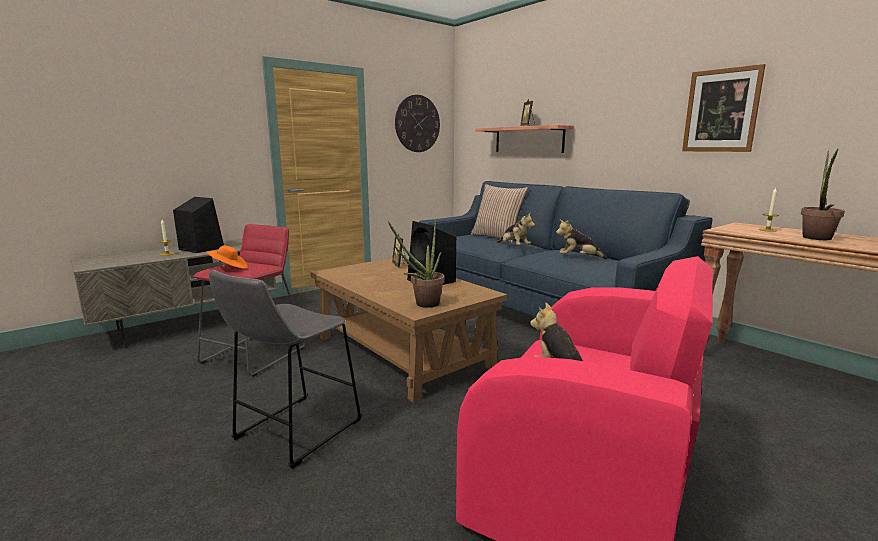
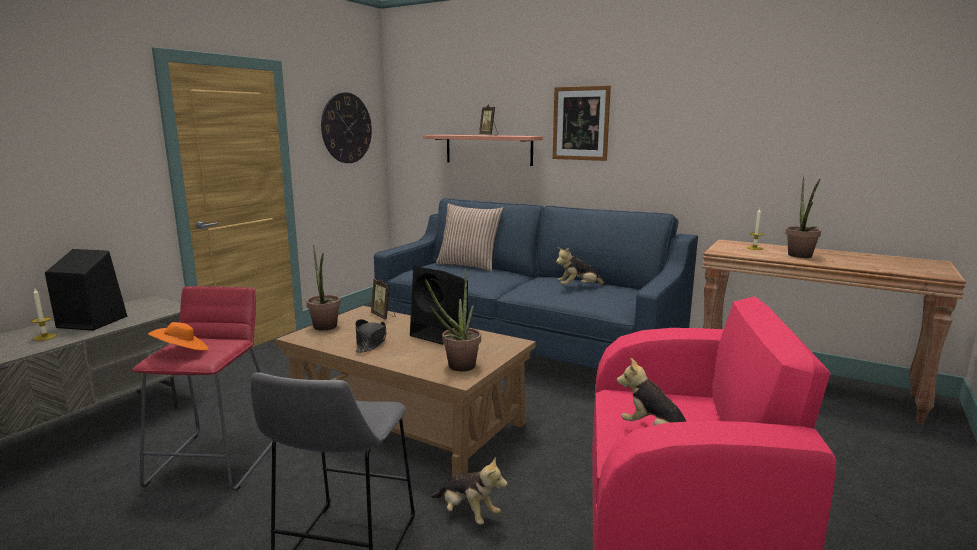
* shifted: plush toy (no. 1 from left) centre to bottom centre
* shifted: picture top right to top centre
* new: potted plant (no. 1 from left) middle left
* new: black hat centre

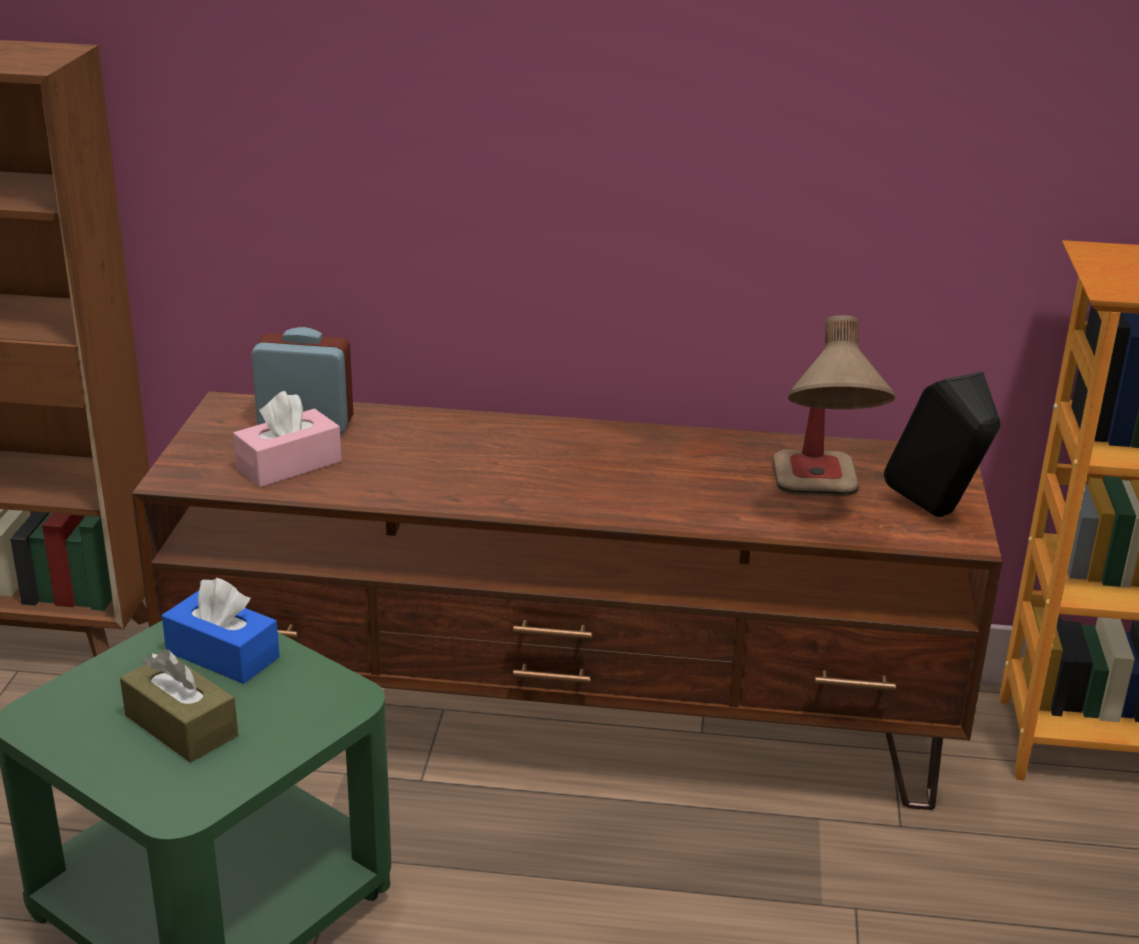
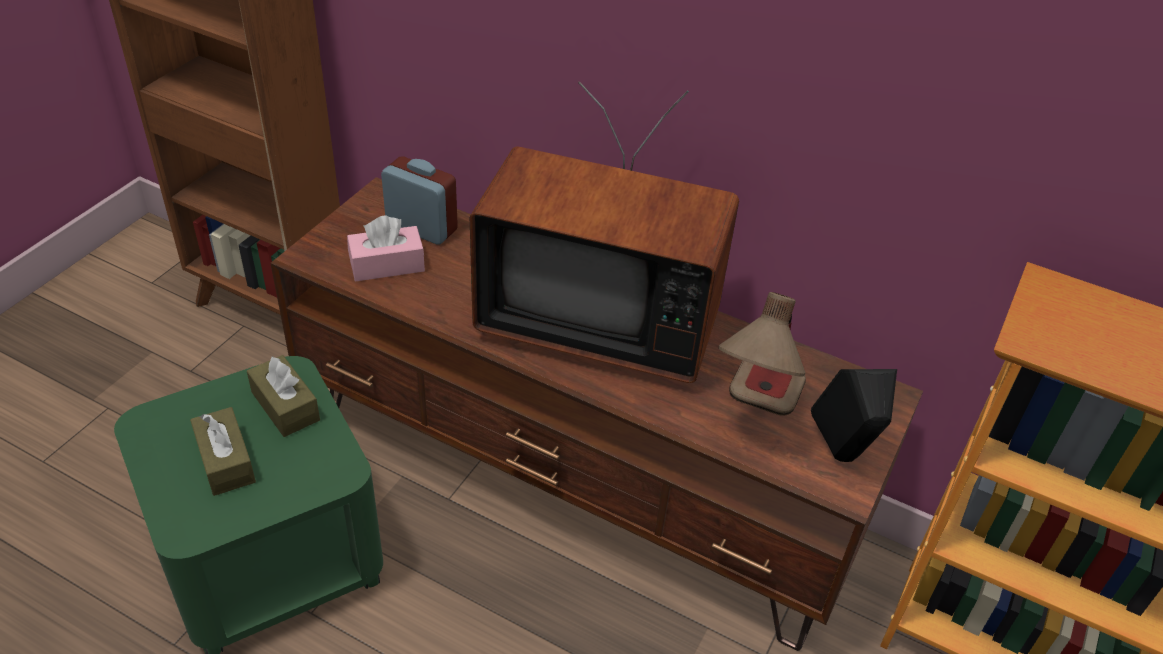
* repainted: blue tissue box bottom left to brown tissue box (no. 2 from left) middle left
* new: television centre

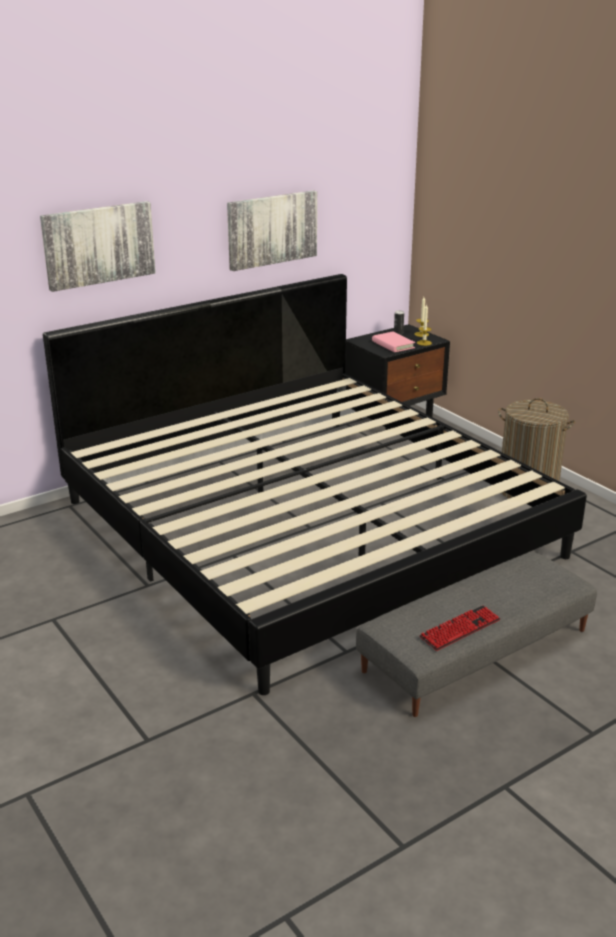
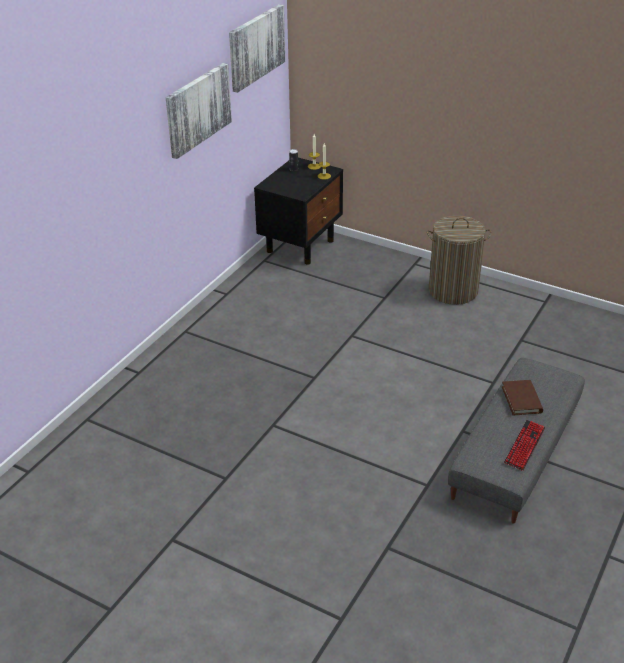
* shifted: picture (no. 1 from left in the first image) top left to picture (no. 2 from left) top centre
* gone: bed centre
* gone: pink book centre
* new: brown book middle right

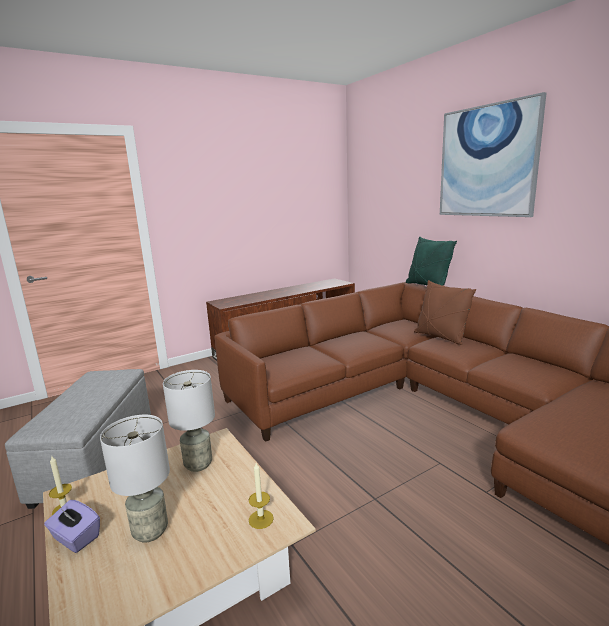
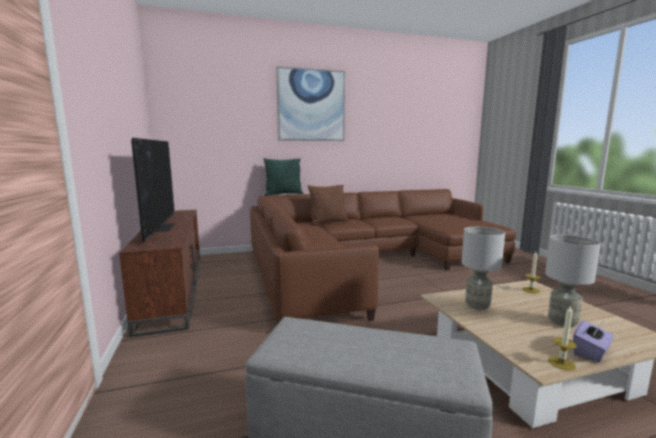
* new: television middle left

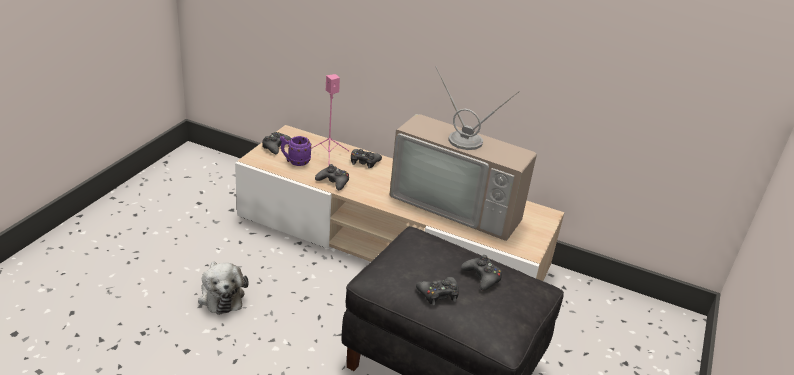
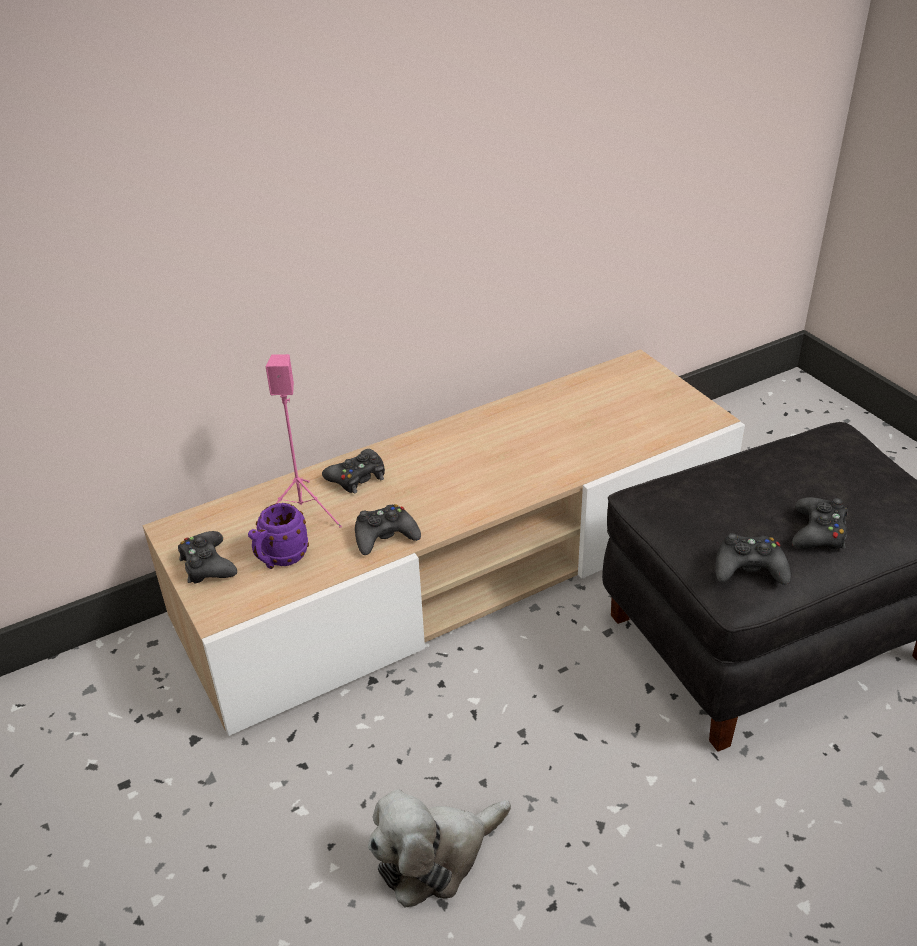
* rotated: plush toy bottom left = bottom centre 135 degrees clockwise
* gone: television centre
* shifted: black game controller (no. 5 from left in the first image) bottom centre to black game controller (no. 4 from left) middle right

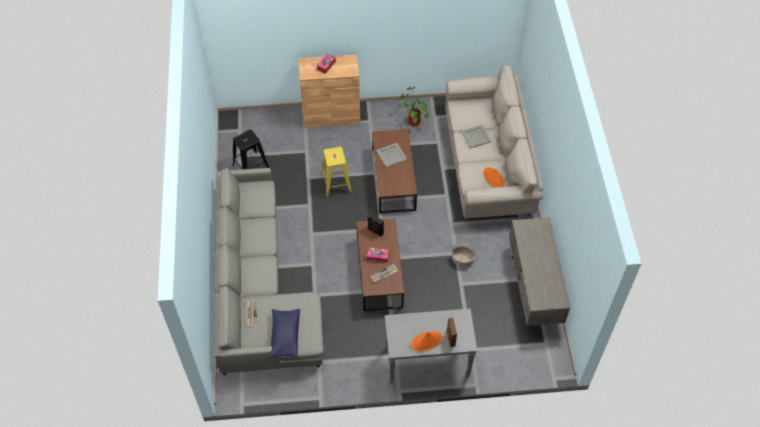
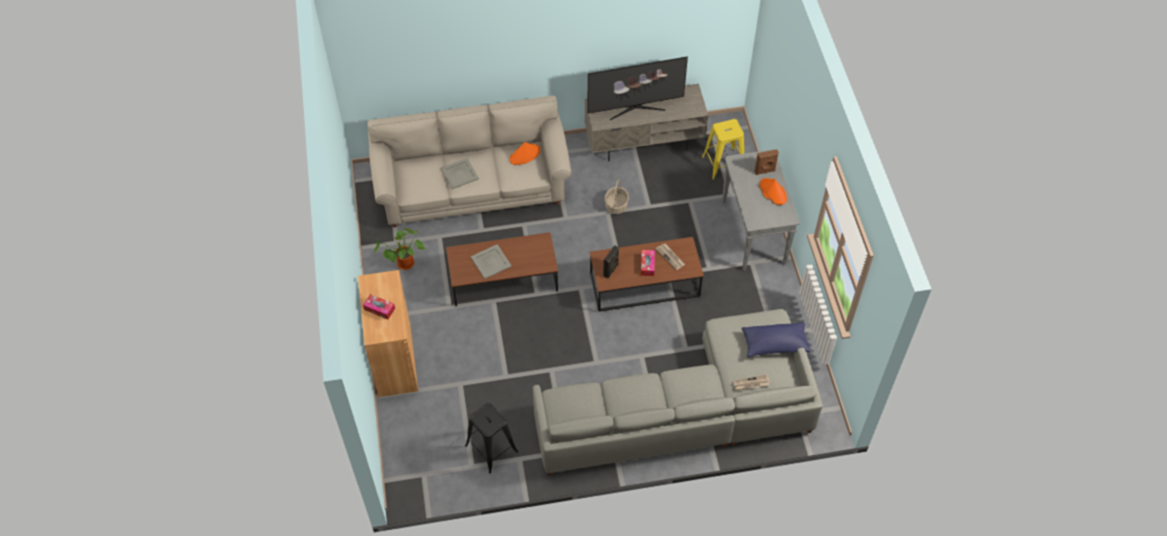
* shifted: yellow stool centre to top centre
* new: television top centre

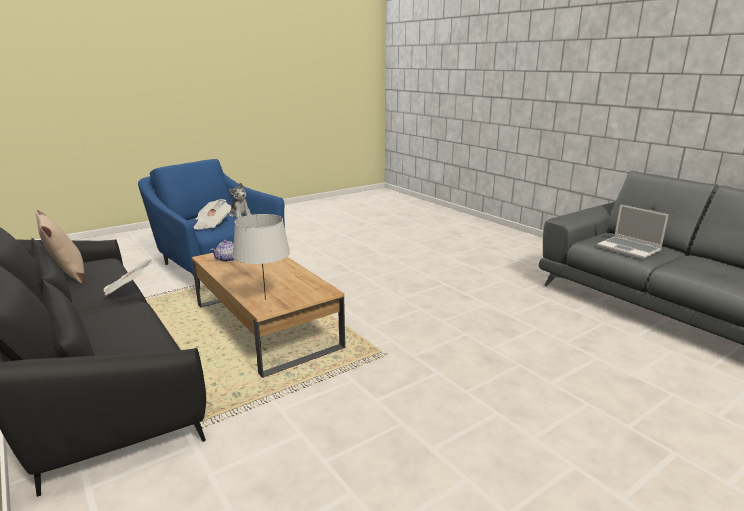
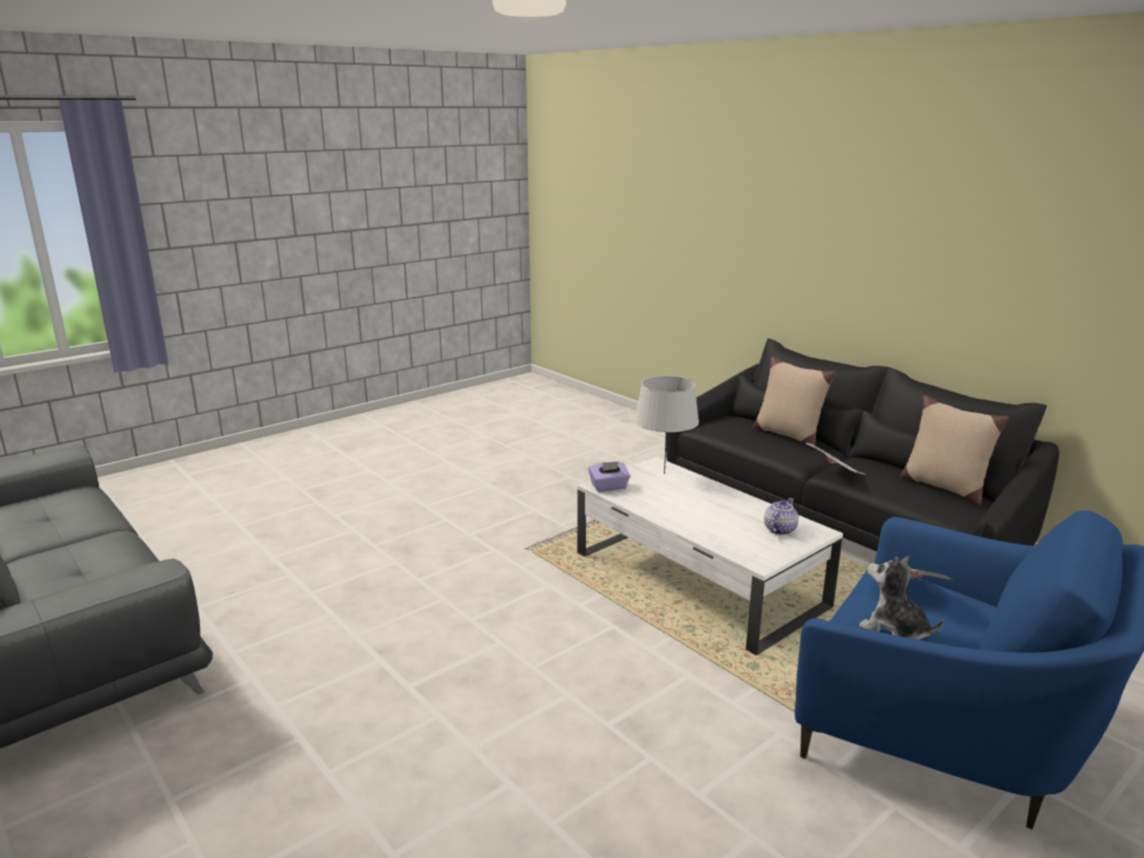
* repainted: brown coffee table centre to white coffee table centre
* gone: laptop middle right
* new: purple tissue box centre
* new: beige pillow (no. 1 from left) middle right

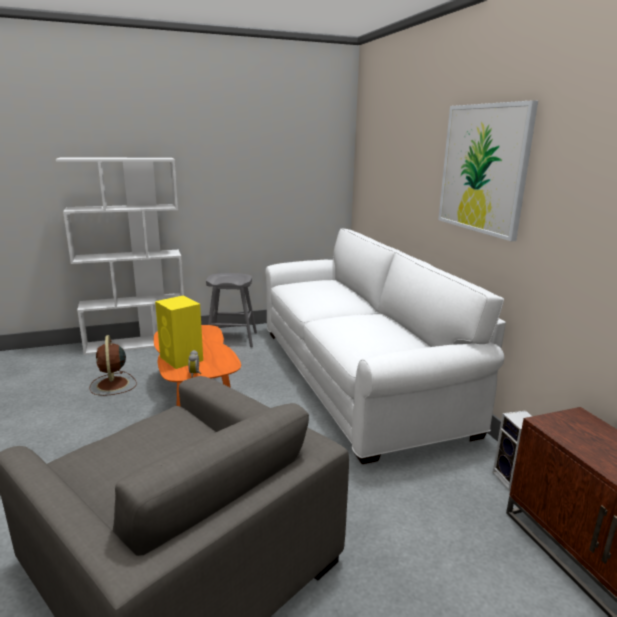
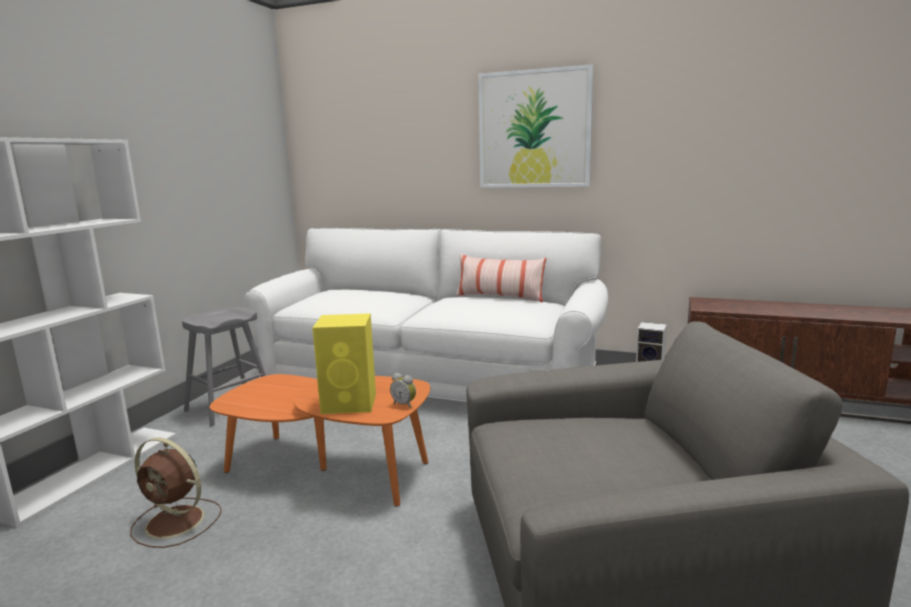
* new: pillow centre

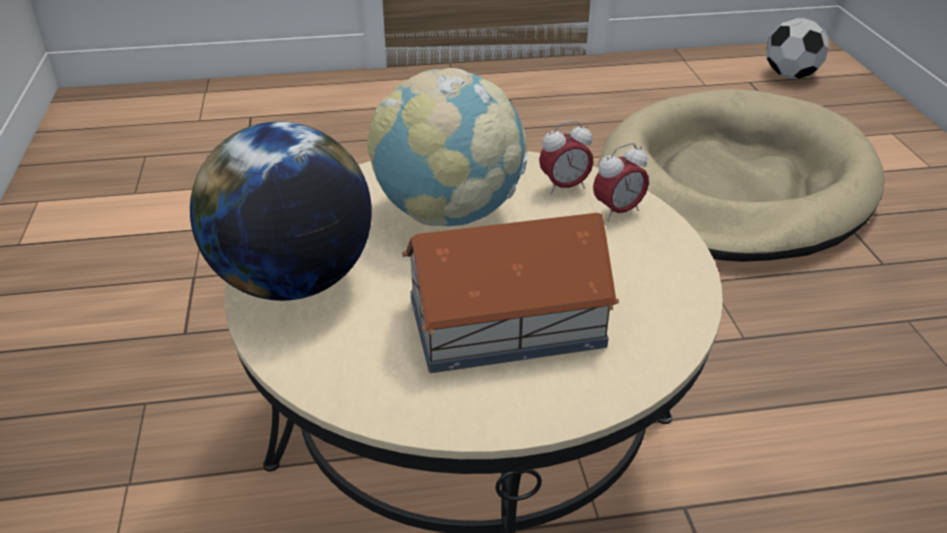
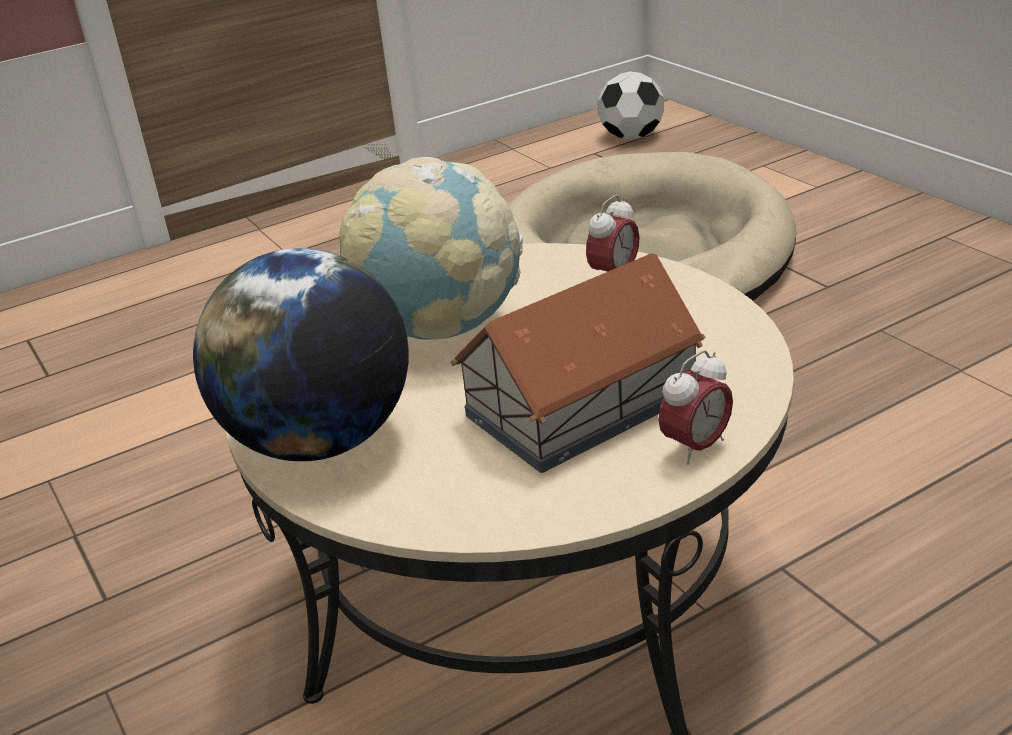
* shifted: alarm clock (no. 1 from left in the first image) top centre to alarm clock (no. 2 from left) middle right

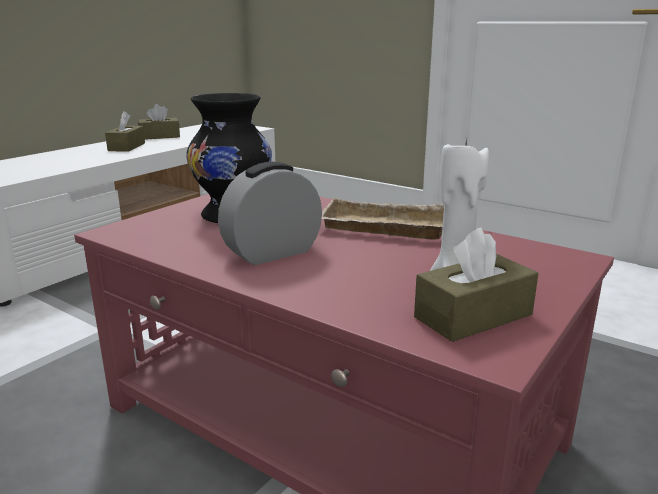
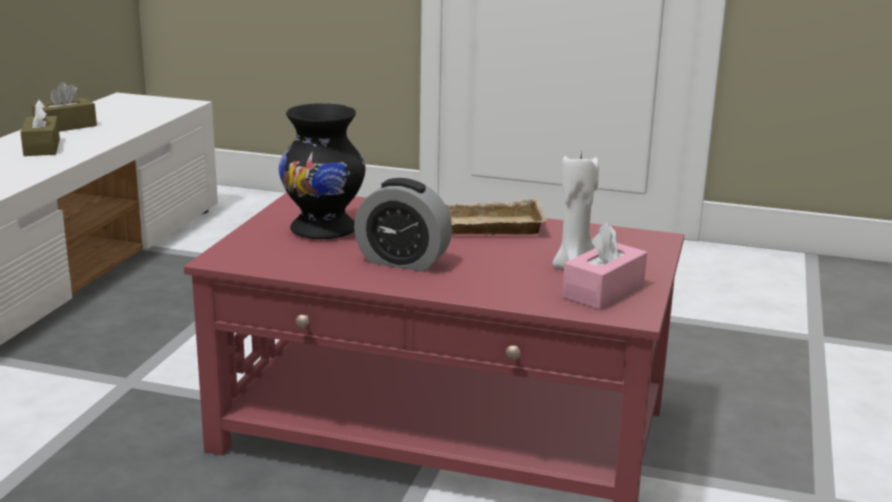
* rotated: alarm clock centre = centre 105 degrees counterclockwise
* repainted: brown tissue box (no. 3 from left) middle right to pink tissue box middle right

